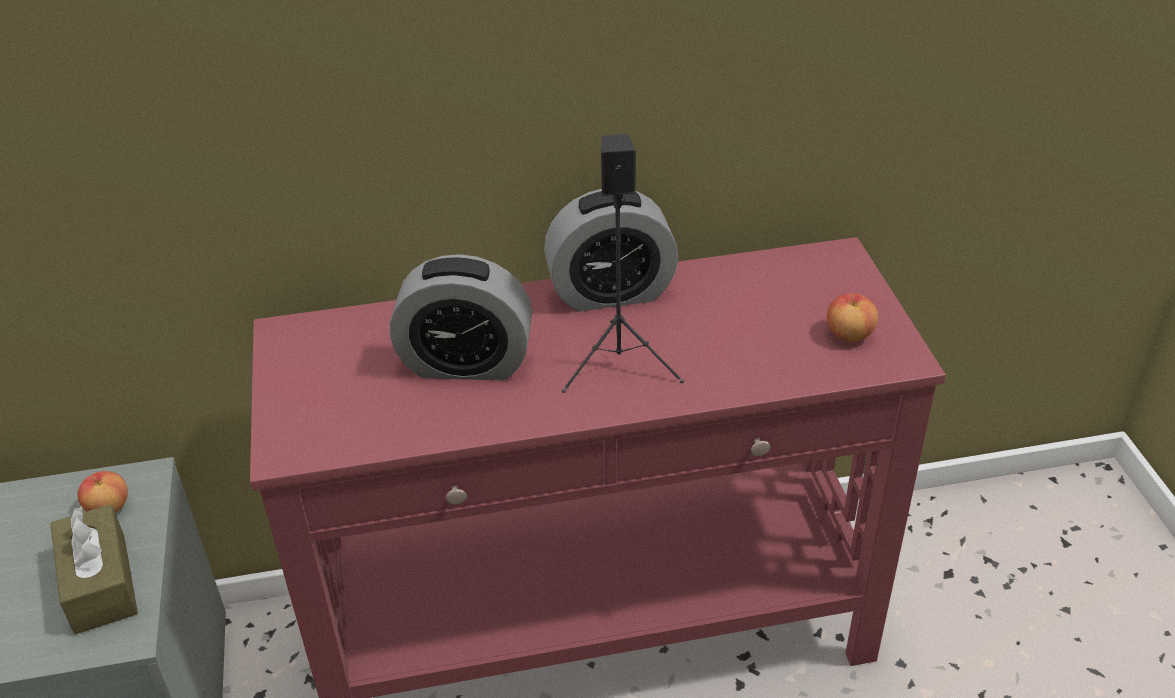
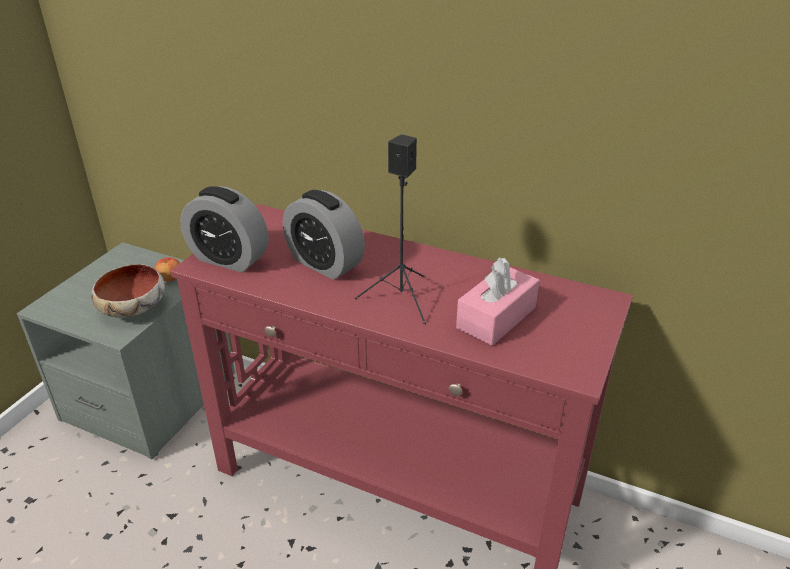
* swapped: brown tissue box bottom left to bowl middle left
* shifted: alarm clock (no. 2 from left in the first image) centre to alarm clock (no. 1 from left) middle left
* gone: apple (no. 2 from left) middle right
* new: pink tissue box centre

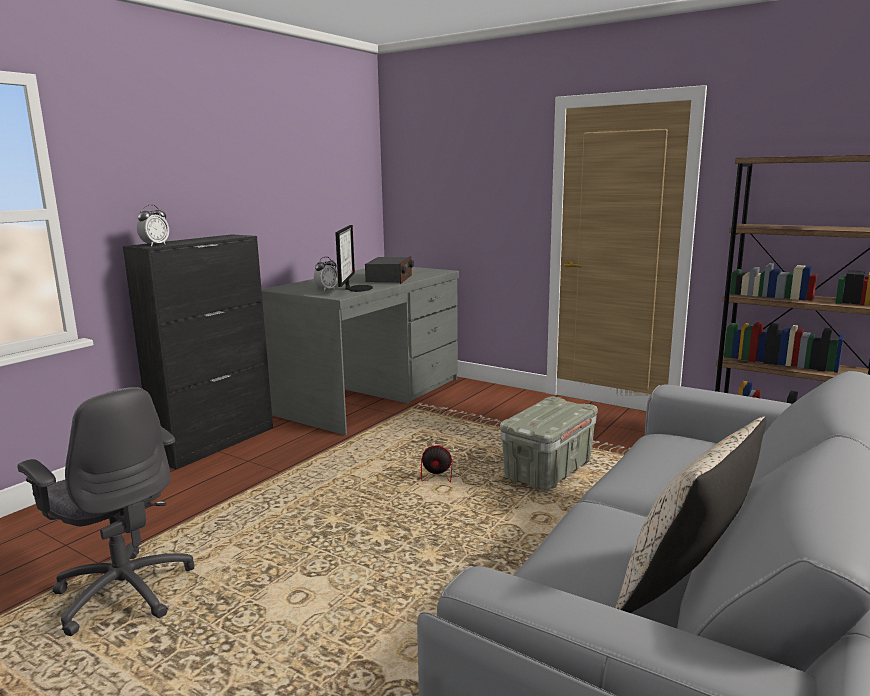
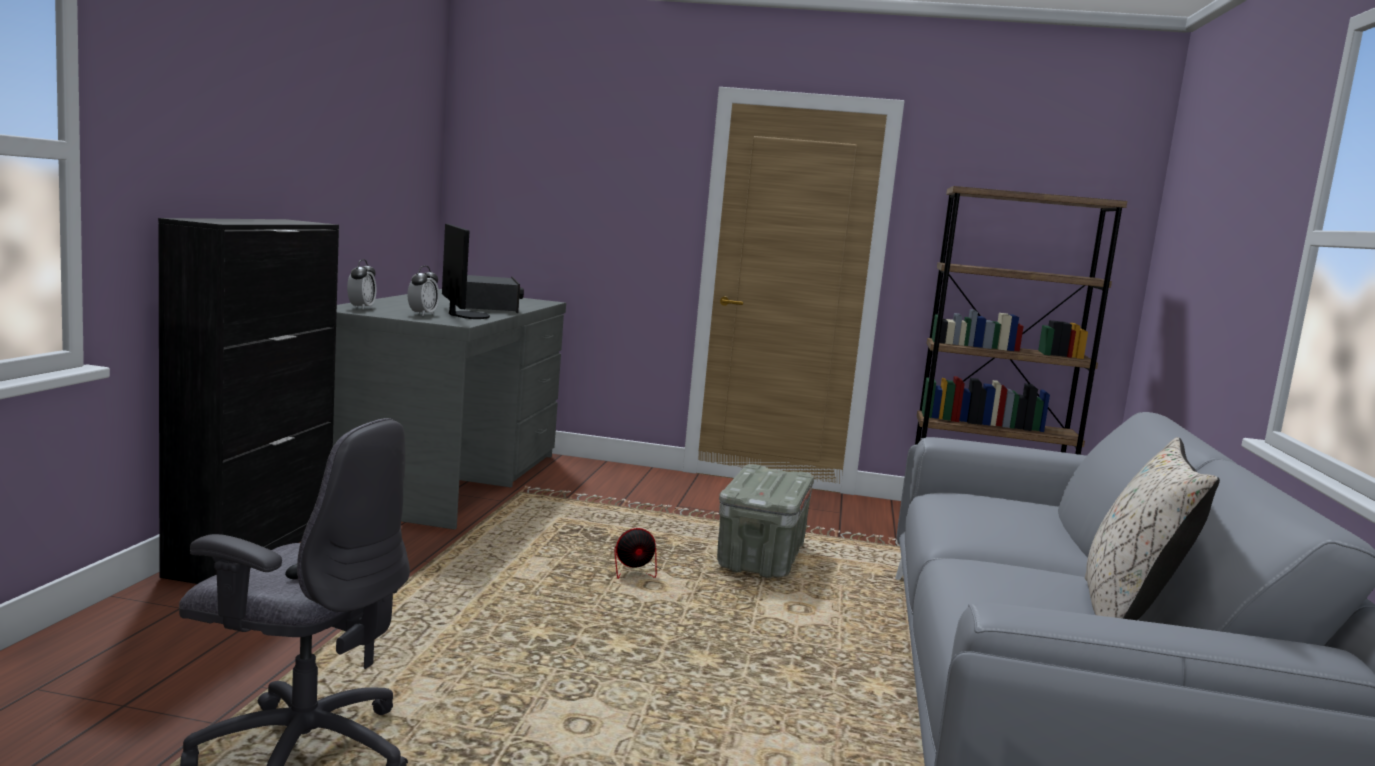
* shifted: alarm clock (no. 1 from left) top left to middle left

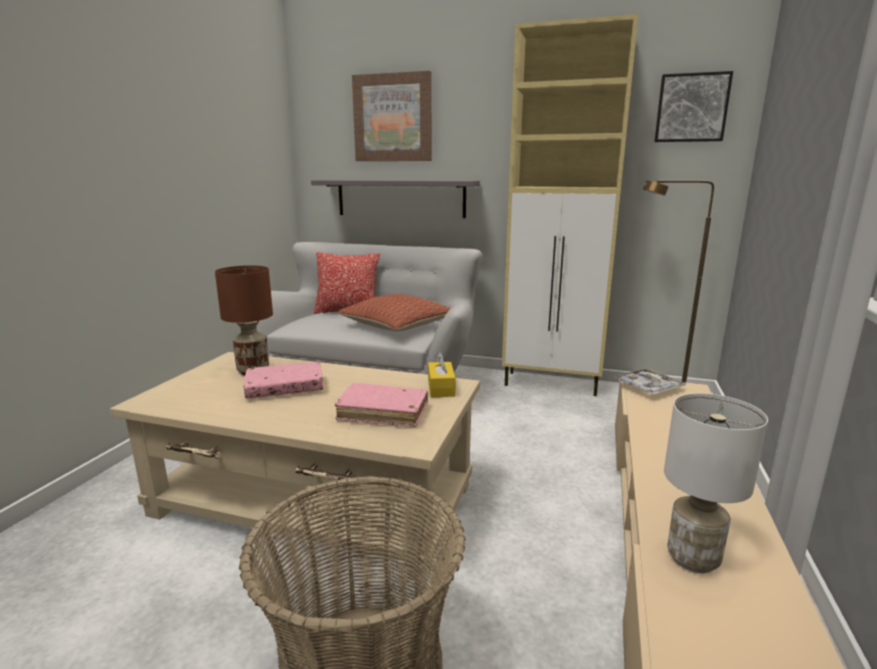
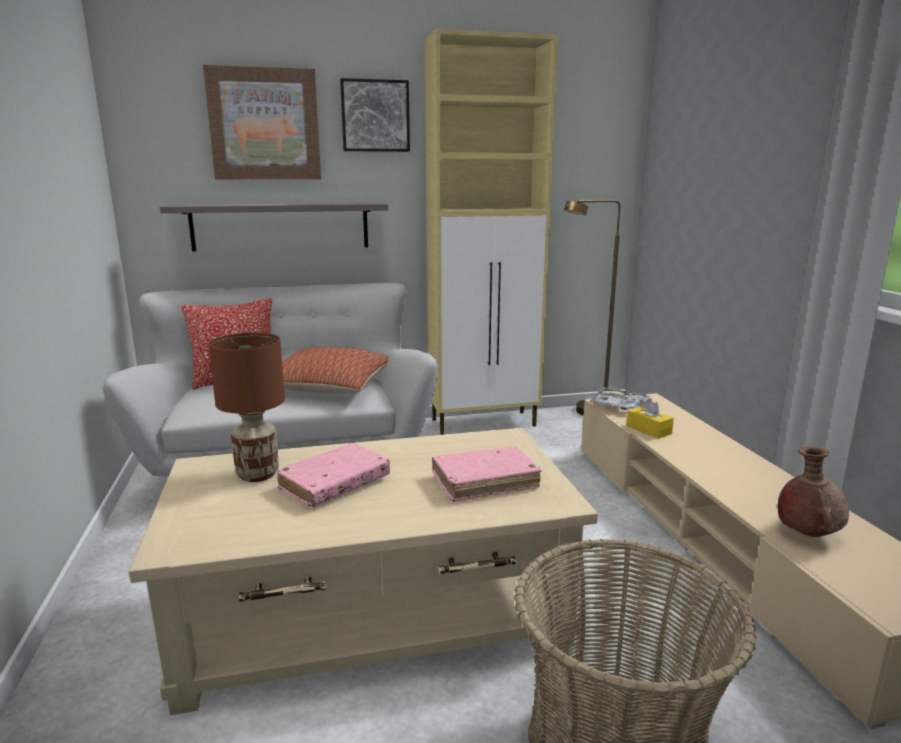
* shifted: yellow tissue box centre to middle right
* shifted: picture (no. 2 from left) top right to top centre
* swapped: white table lamp bottom right to brown vase middle right

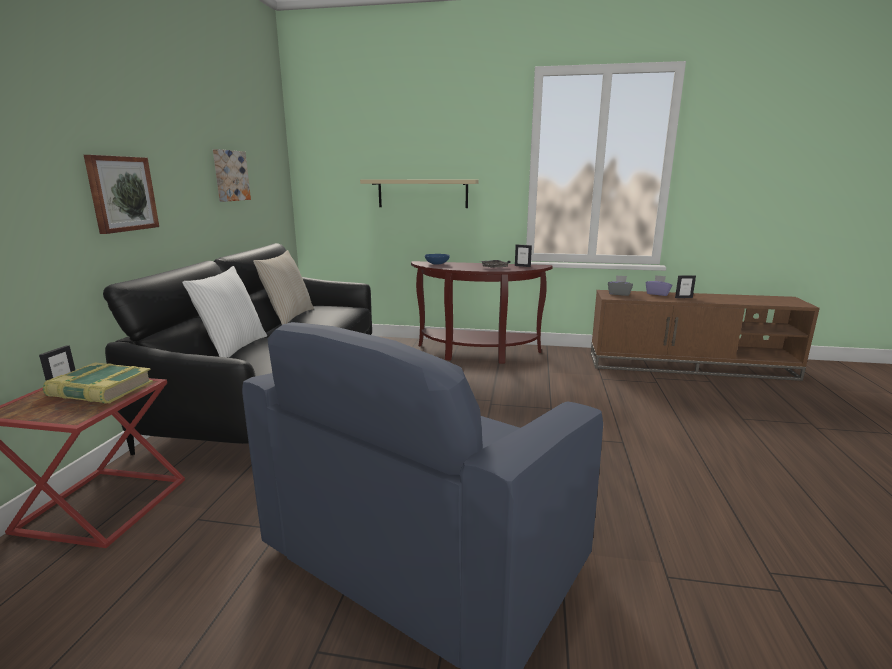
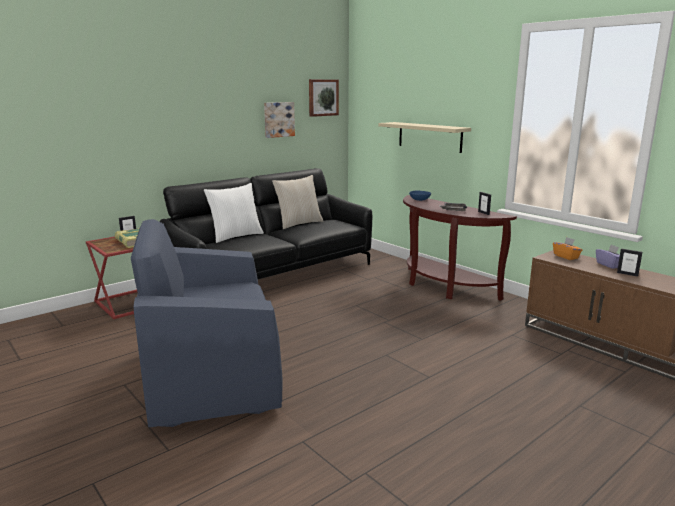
* shifted: picture (no. 1 from left in the first image) top left to picture (no. 2 from left) top centre
* repainted: grey tissue box middle right to orange tissue box middle right

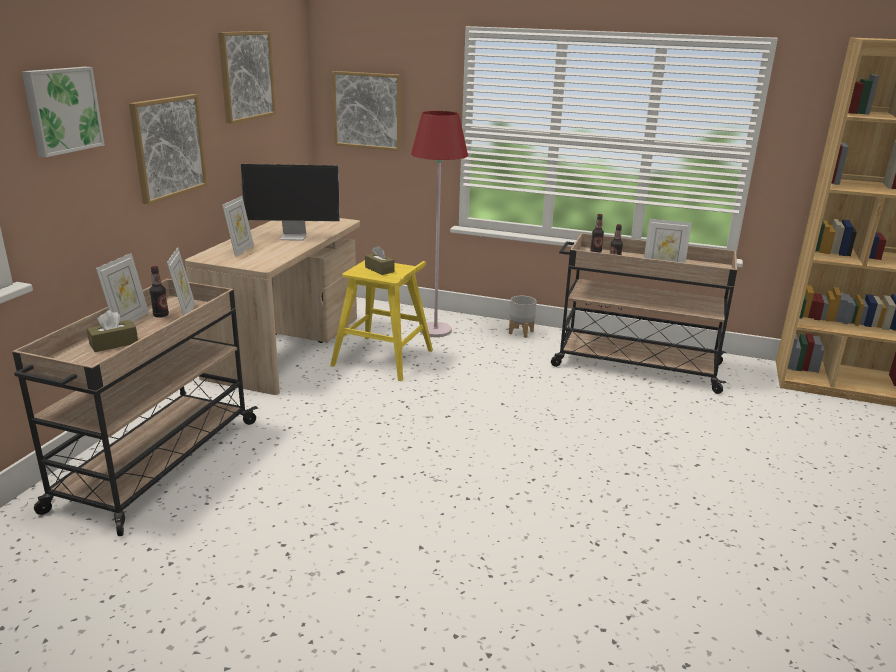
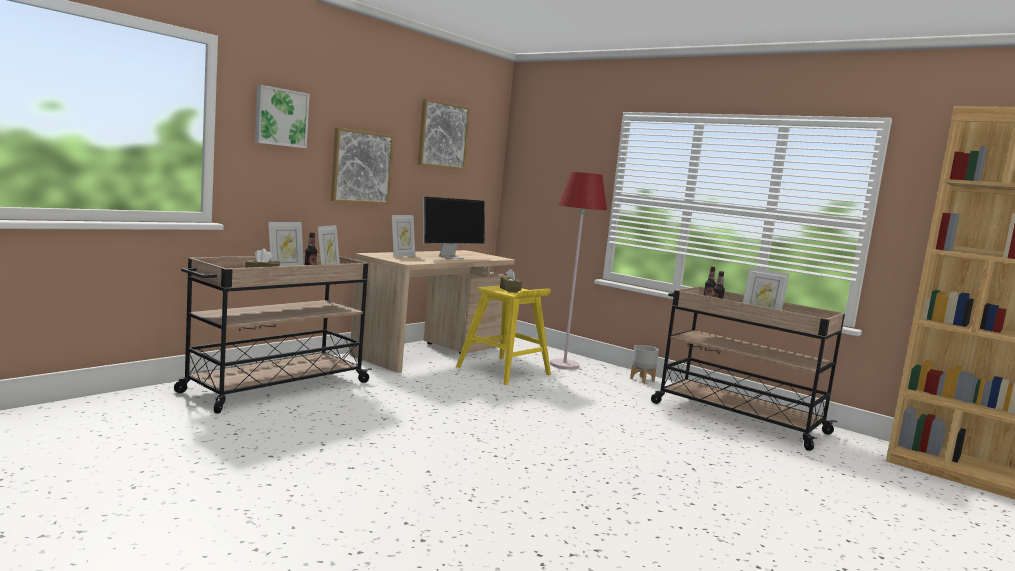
* rotated: monitor top left = centre 60 degrees counterclockwise
* gone: picture (no. 4 from left) top centre

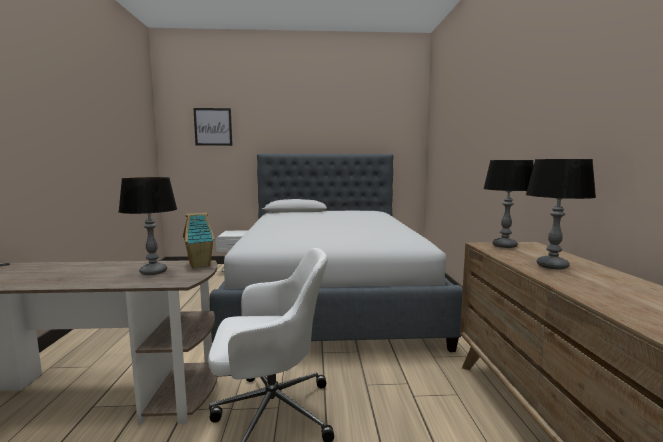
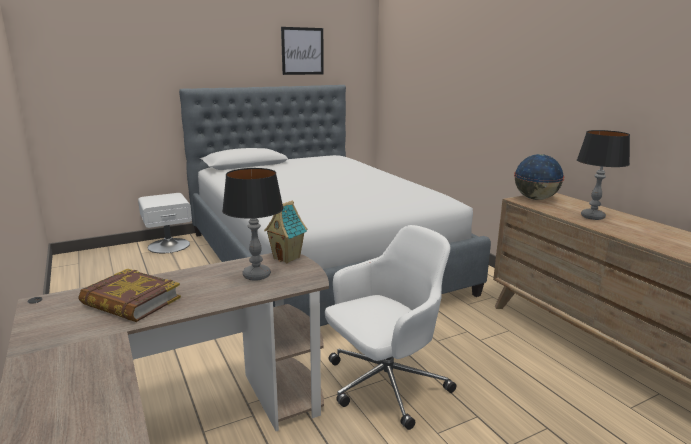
* shifted: picture top left to top centre
* swapped: table lamp (no. 2 from left) middle right to globe middle right
* new: book middle left

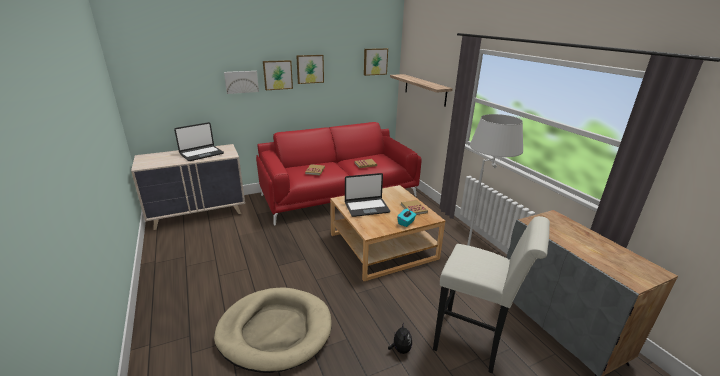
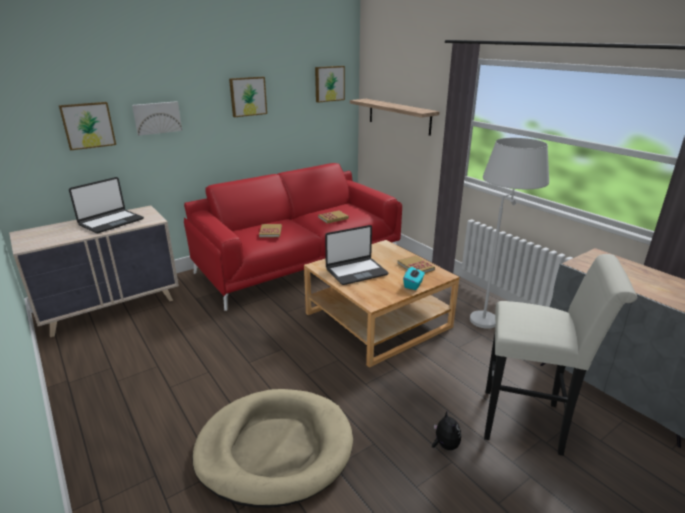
* shifted: picture (no. 2 from left in the first image) top centre to picture (no. 1 from left) top left

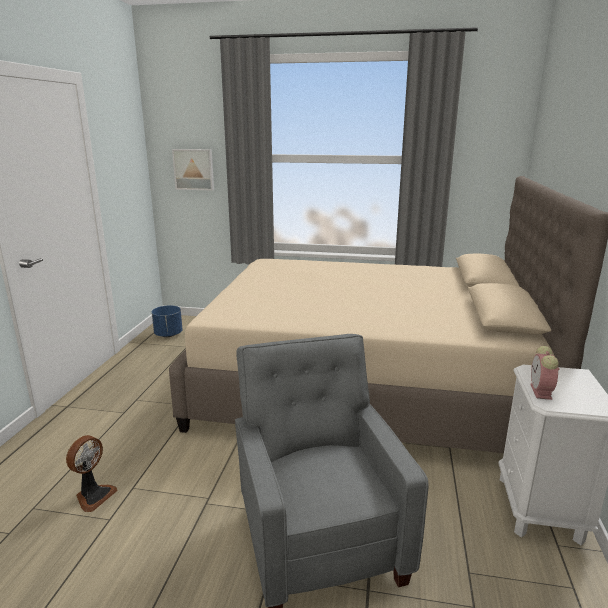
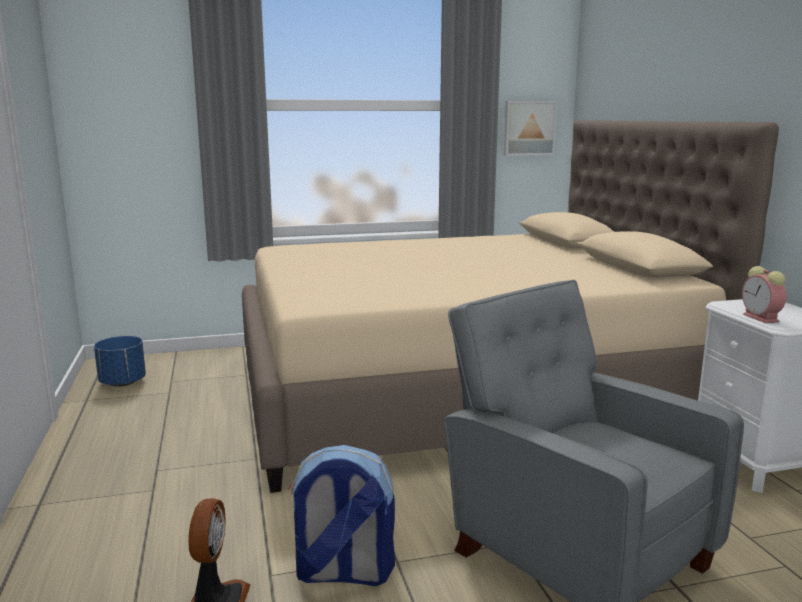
* shifted: picture top left to top centre
* new: backpack bottom centre

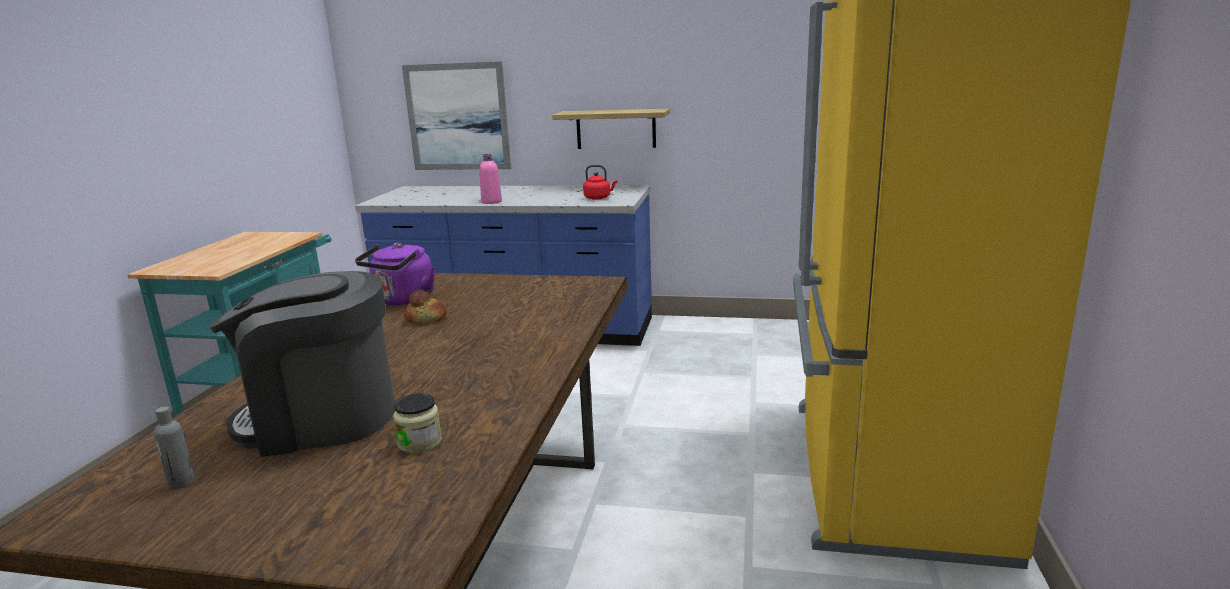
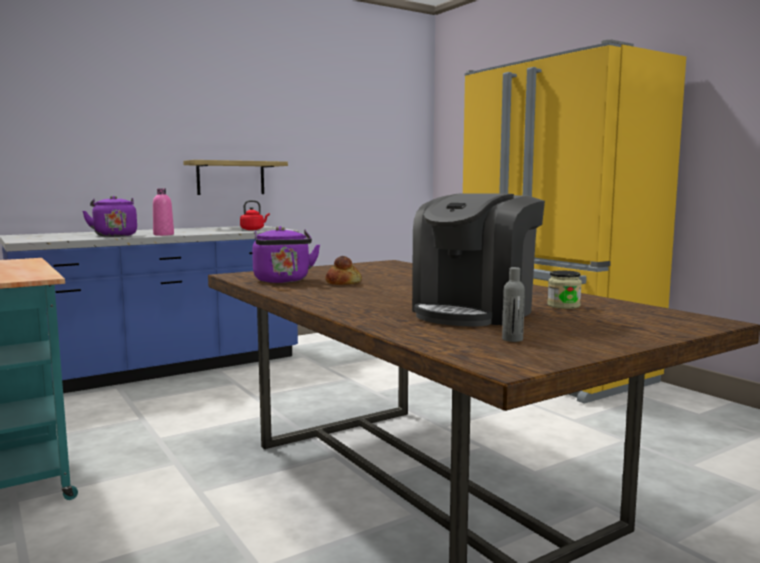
* gone: picture top centre
* new: purple kettle (no. 1 from left) middle left

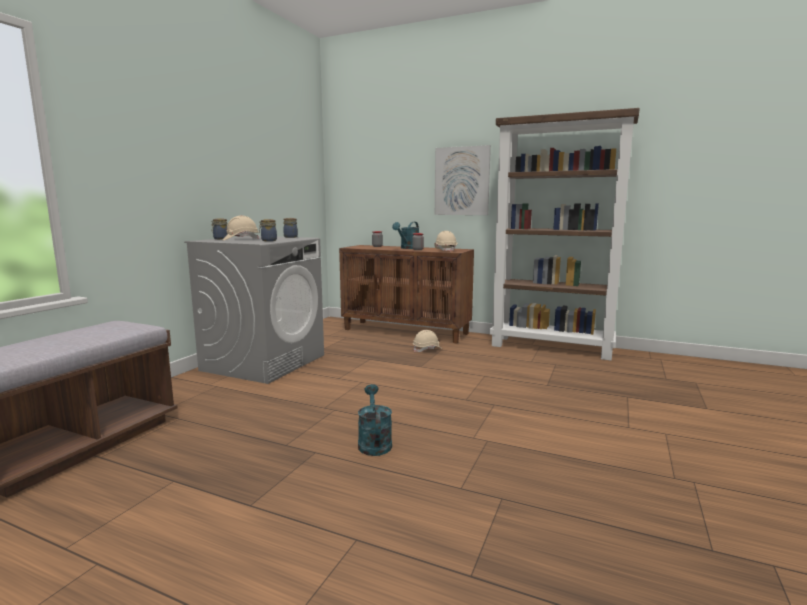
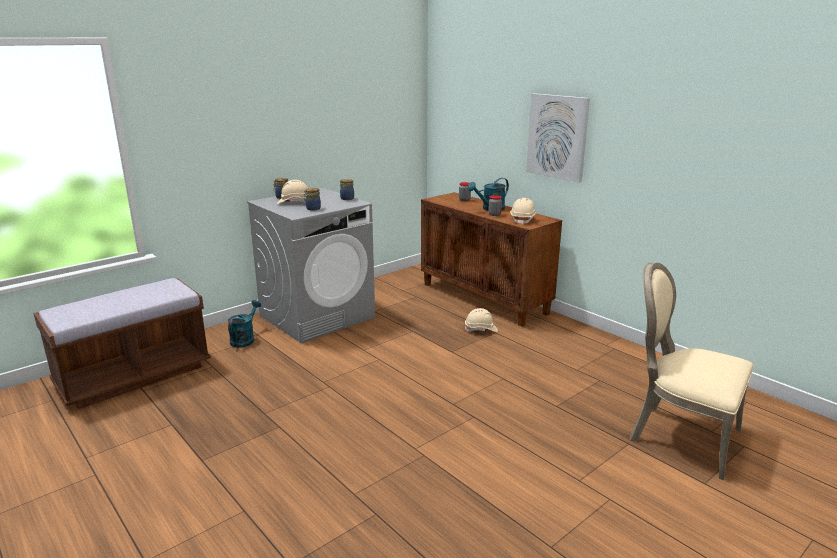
* shifted: turquoise watering can (no. 1 from left) bottom centre to middle left
* gone: brown bookcase middle right
* new: beige chair middle right

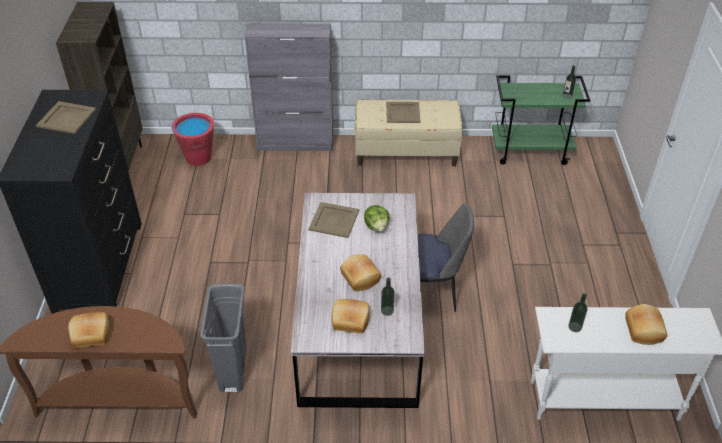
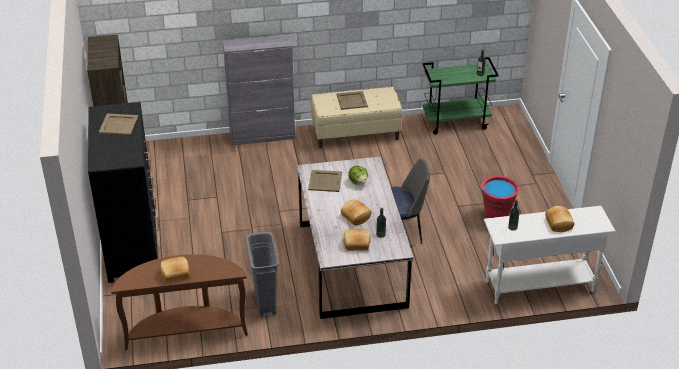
* shifted: red bucket top left to middle right

